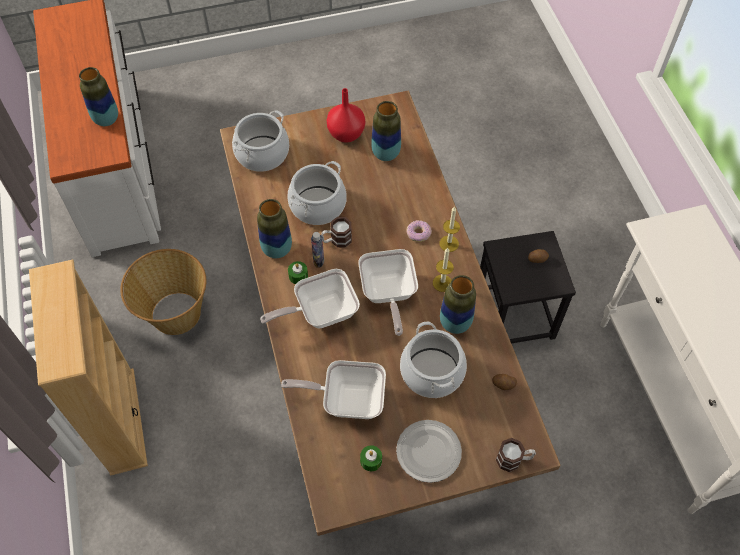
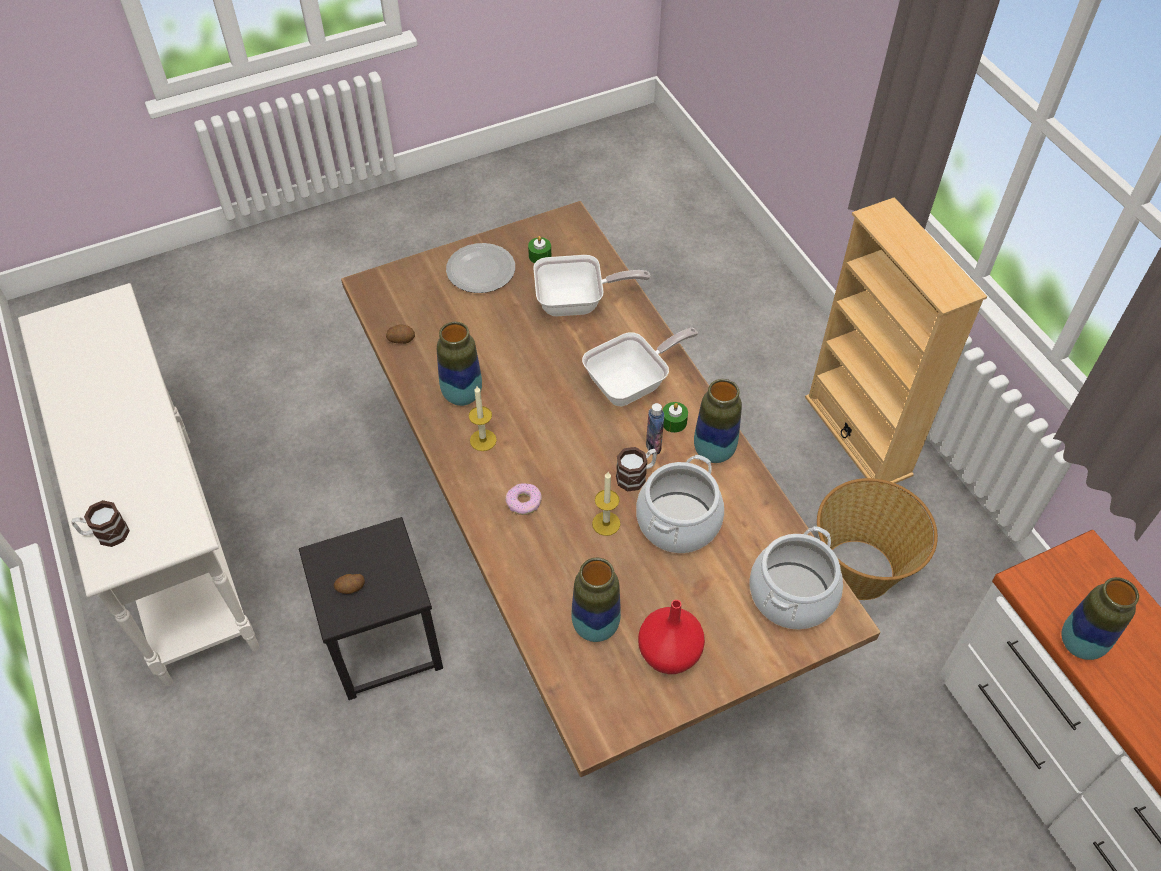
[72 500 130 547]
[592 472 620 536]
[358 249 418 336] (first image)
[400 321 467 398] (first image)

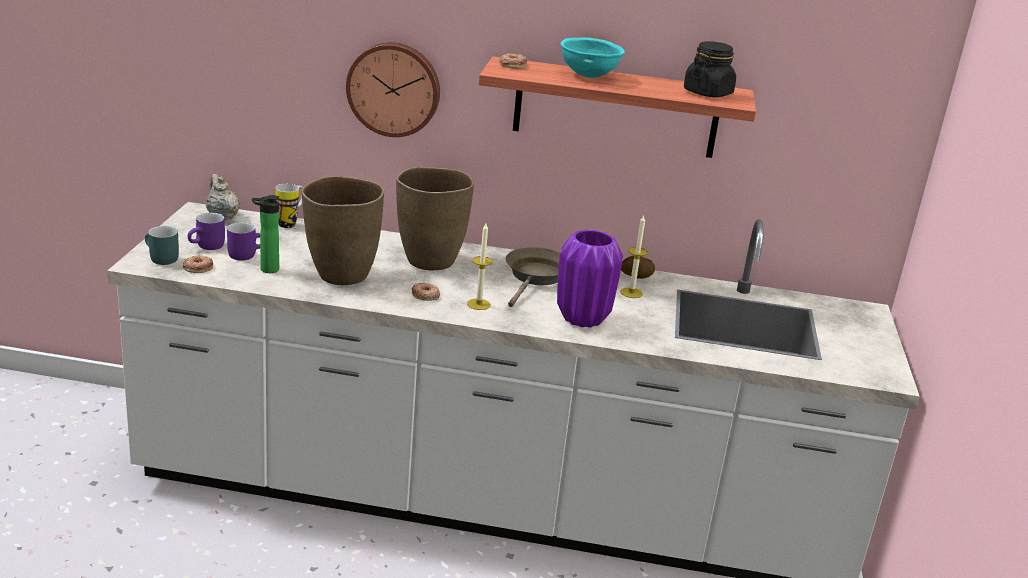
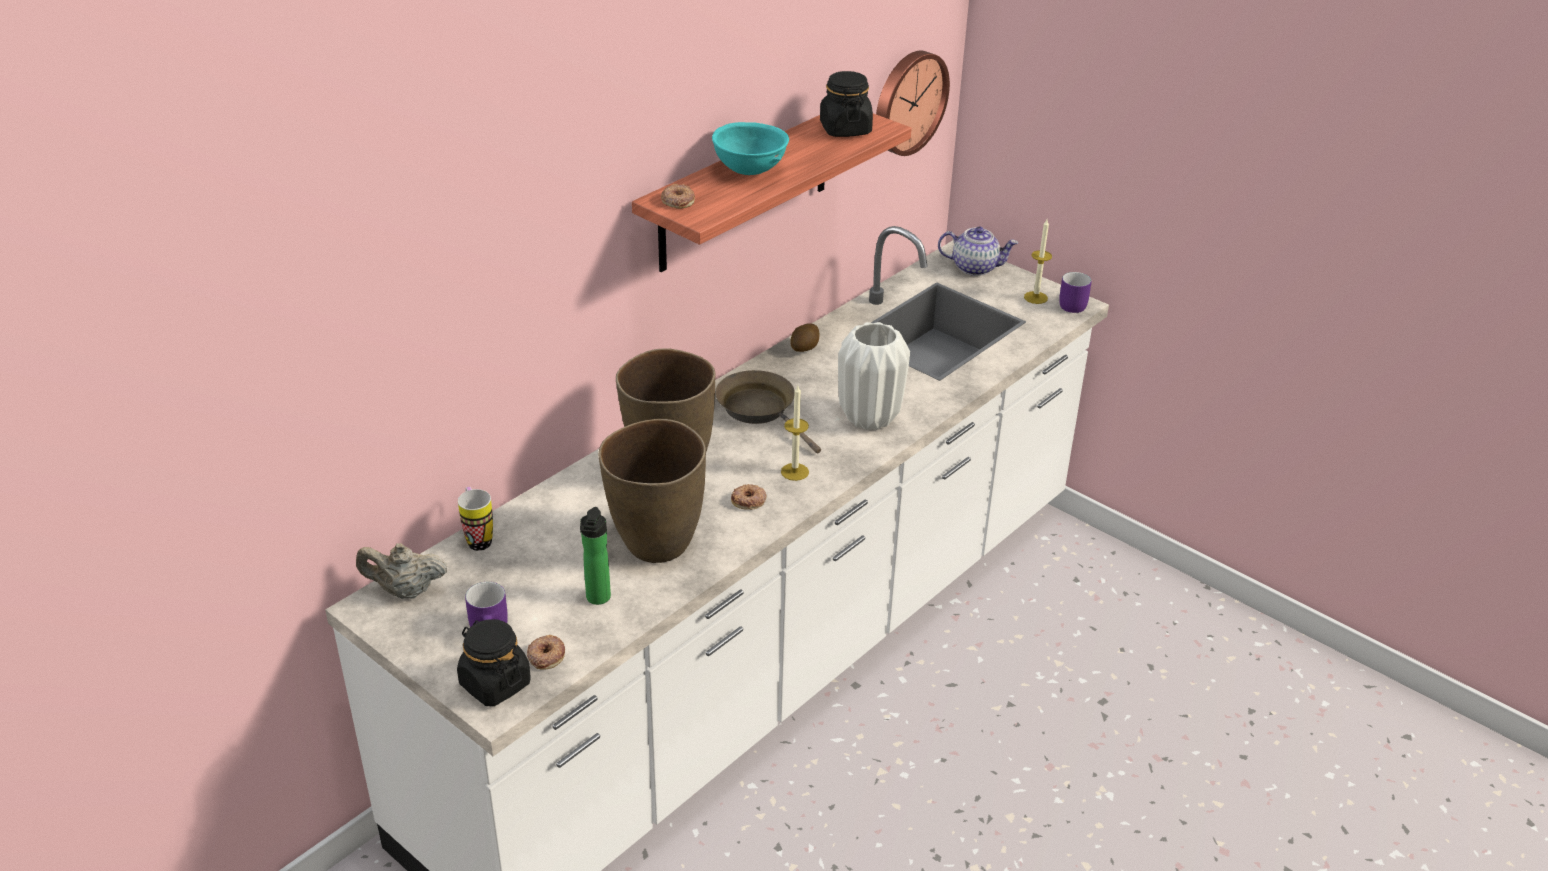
[457 619 531 706]
[838 322 910 430]
[876 51 950 156]
[938 227 1018 276]
[1024 220 1052 304]
[1059 272 1092 313]

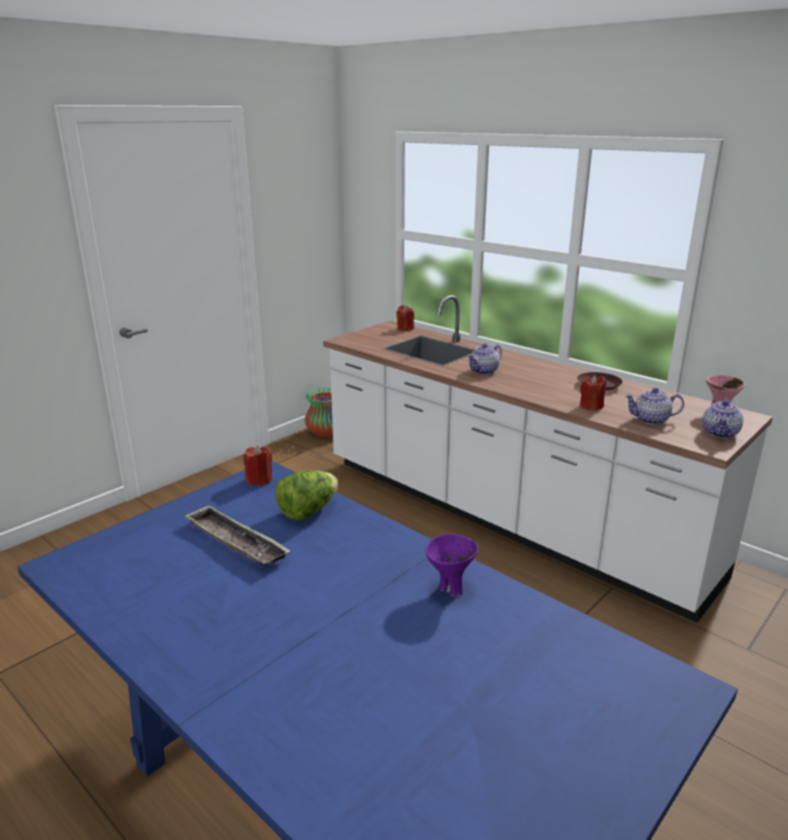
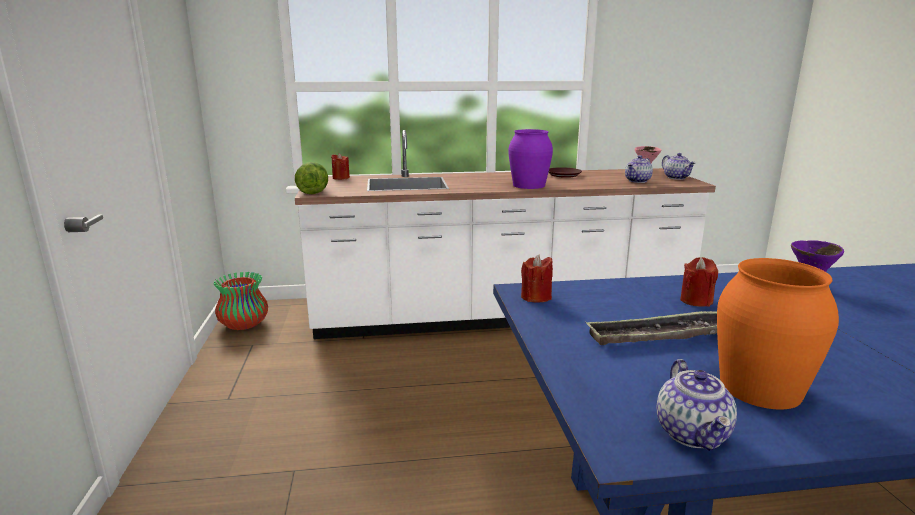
[295 162 328 194]
[508 129 553 189]
[657 359 737 451]
[680 257 718 307]
[717 258 839 409]

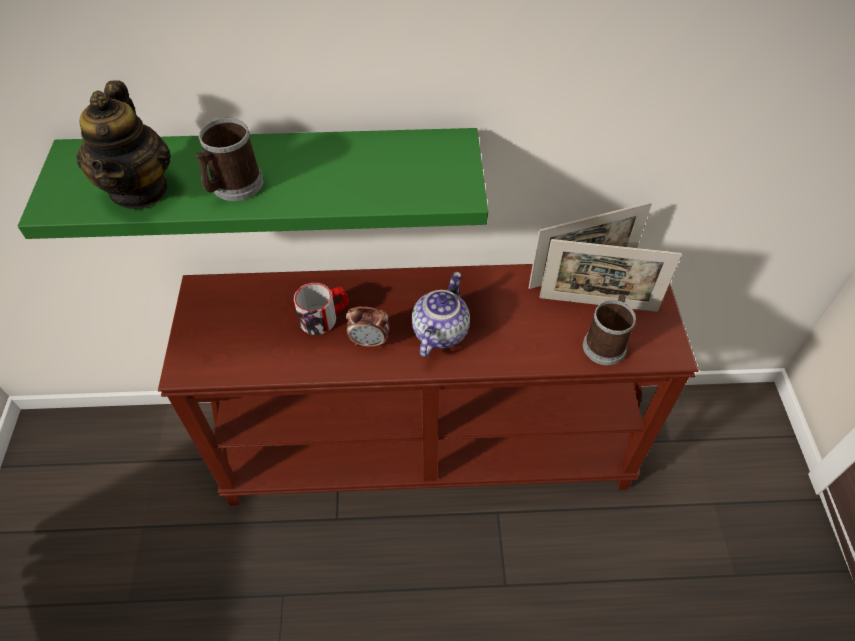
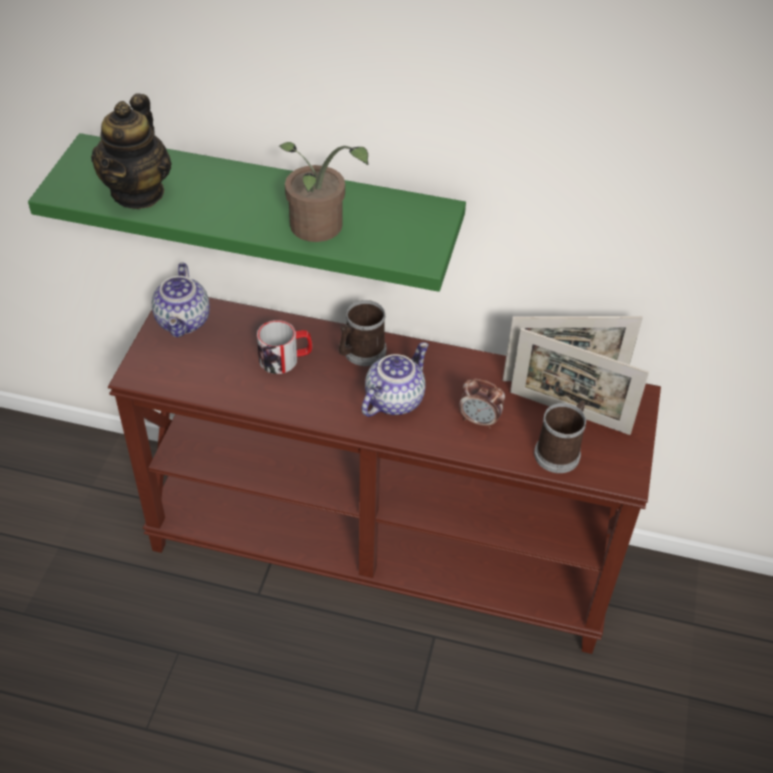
[152 262 210 337]
[279 142 368 242]
[339 300 386 366]
[459 379 505 429]

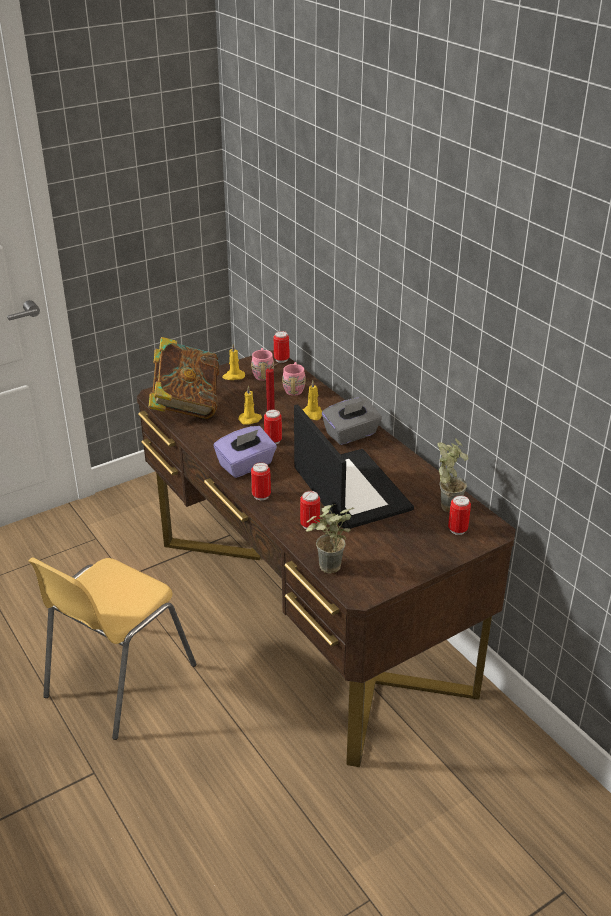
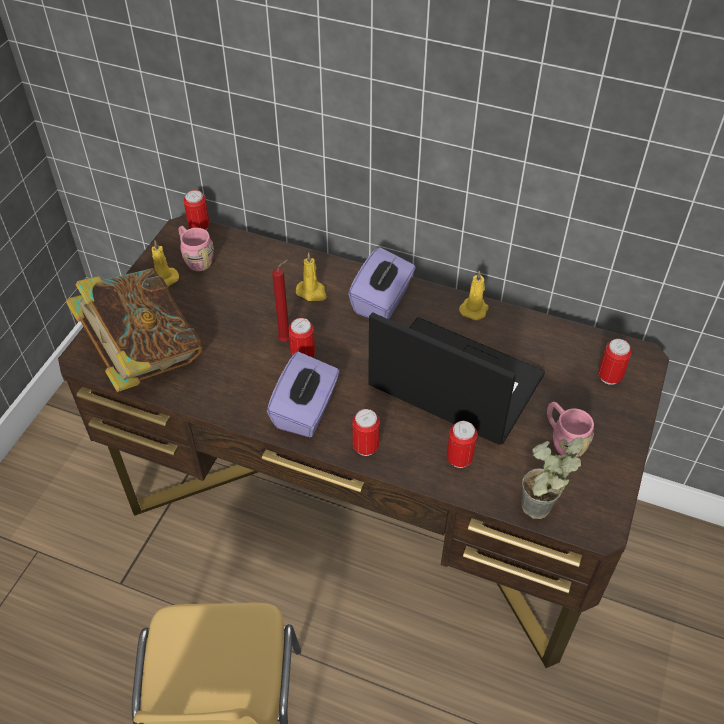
[348 247 416 319]
[459 270 489 320]
[547 402 594 458]
[437 438 469 513] (first image)

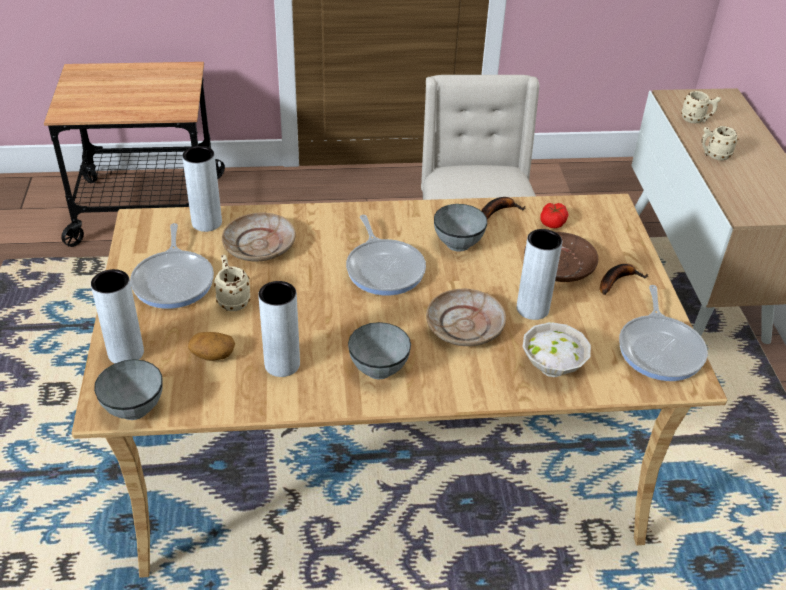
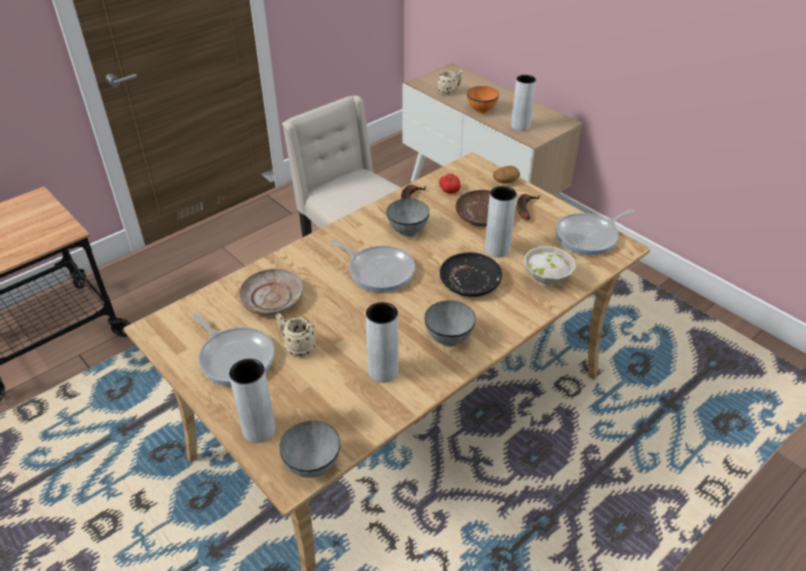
[440 252 502 297]
[467 86 499 114]
[493 166 520 183]
[511 75 536 131]
[555 209 634 255]

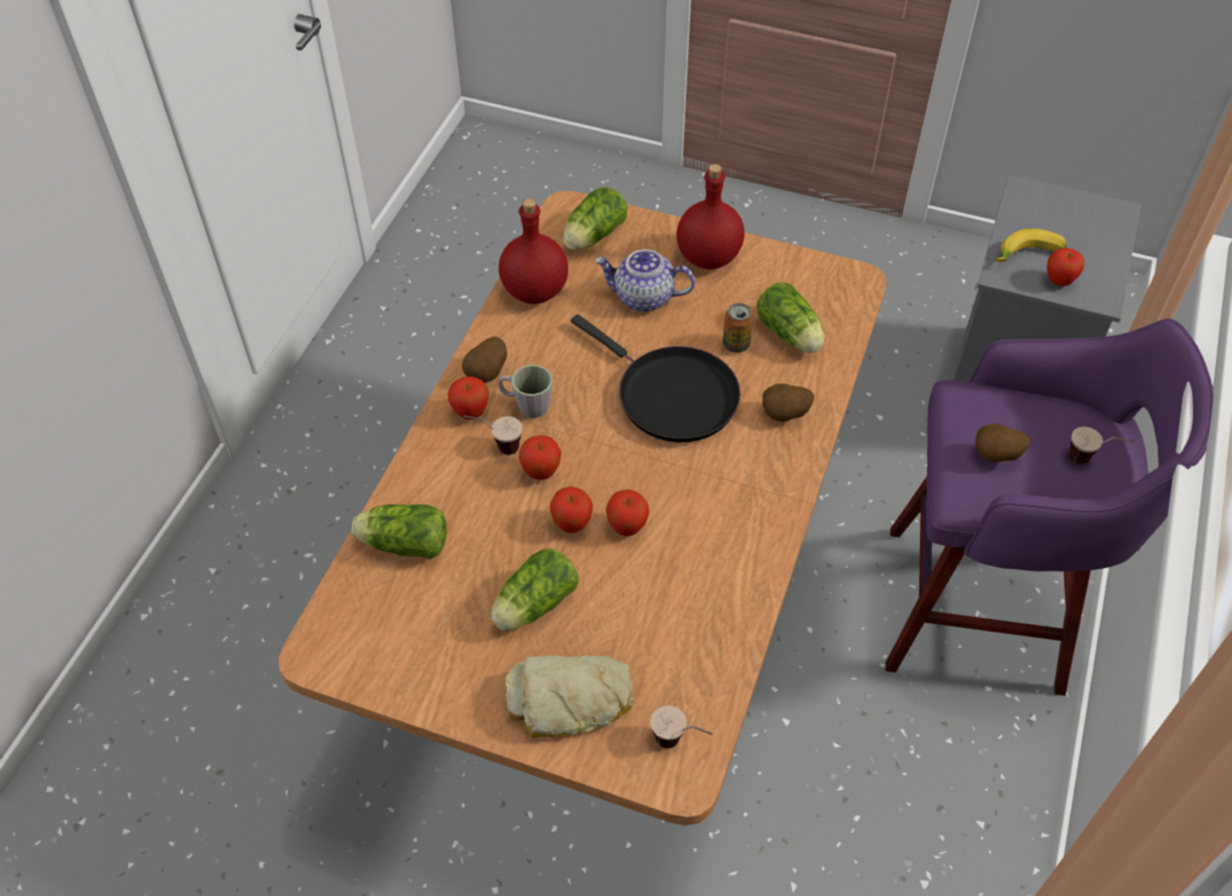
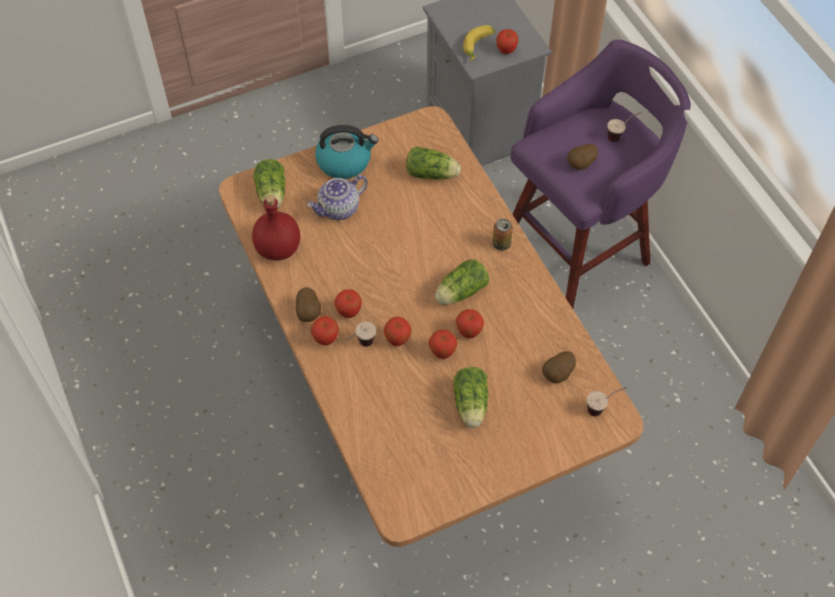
[315 125 378 179]
[334 289 362 318]
[435 260 489 305]
[492 219 513 250]
[542 351 576 383]
[505 655 634 738] (first image)
[571 314 741 442] (first image)

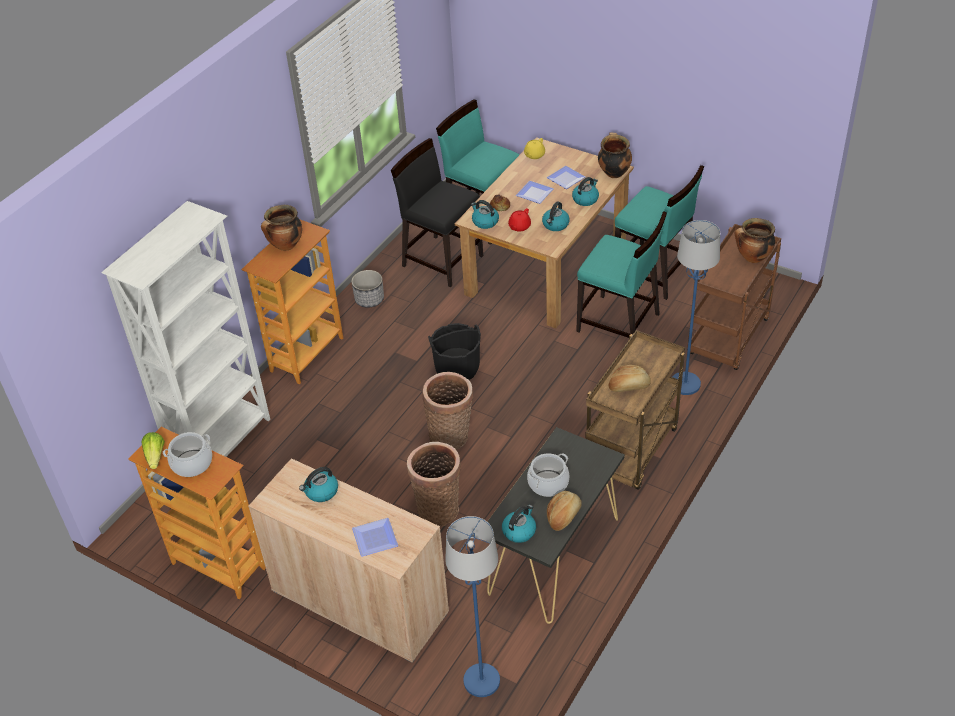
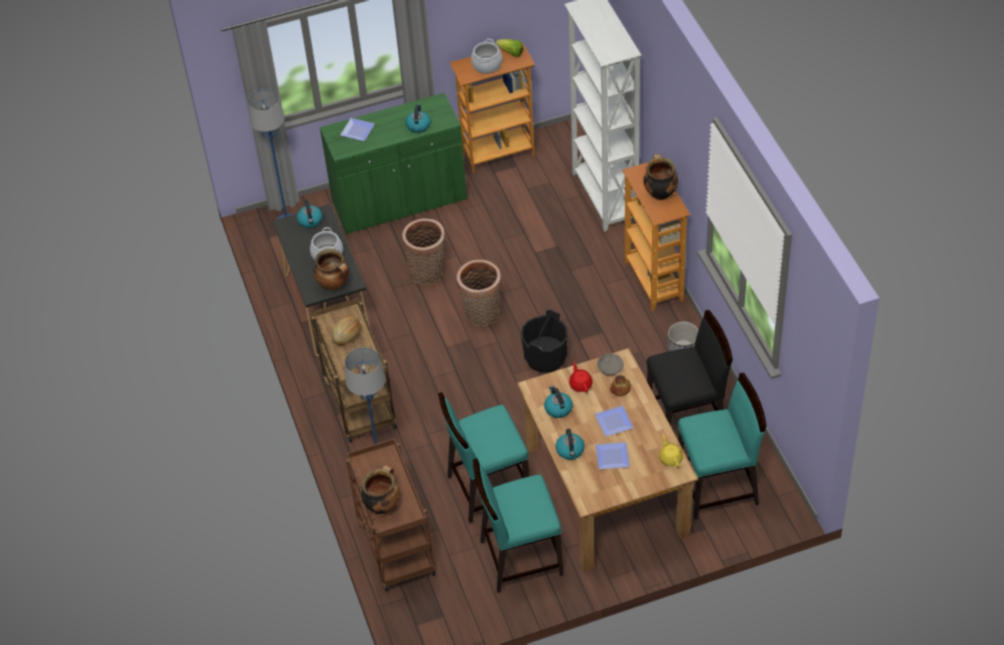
[314 249 349 290]
[320 93 467 234]
[597 353 624 375]
[547 491 582 531] (first image)

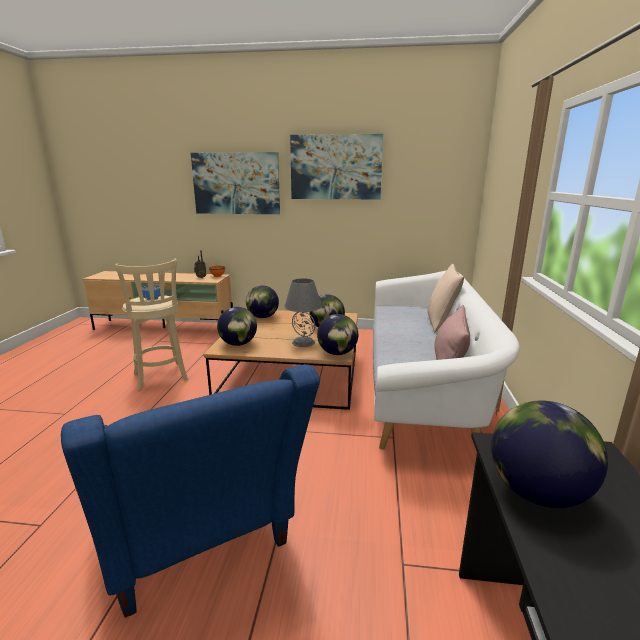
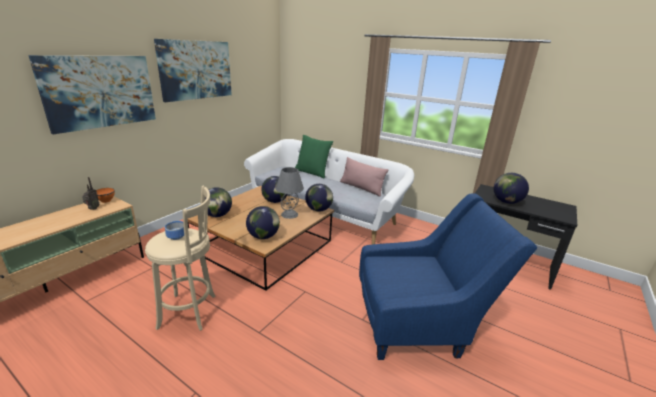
[295 135 333 178]

